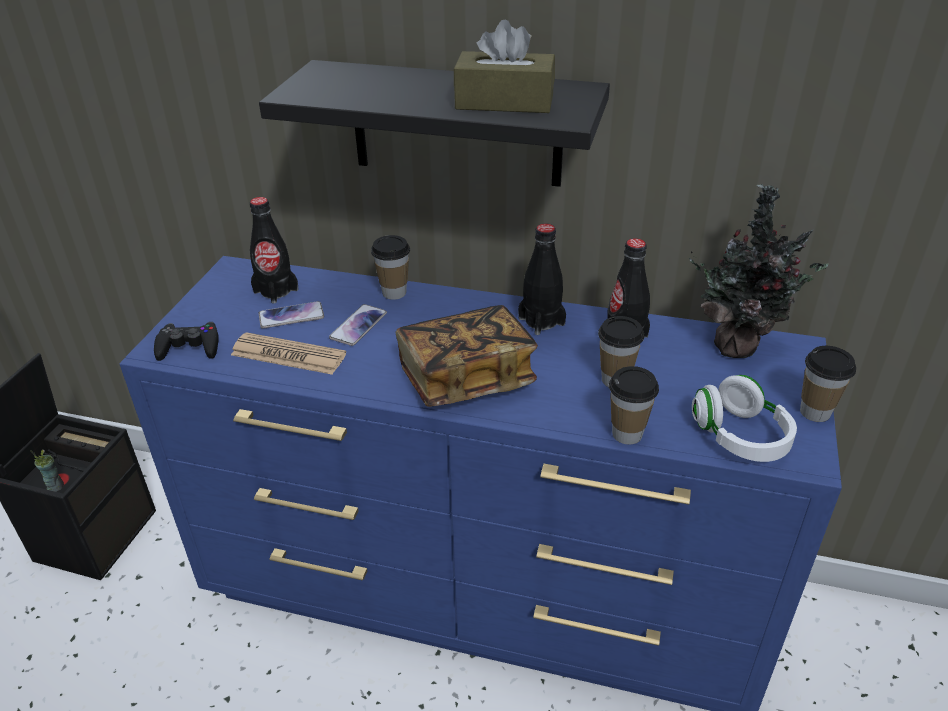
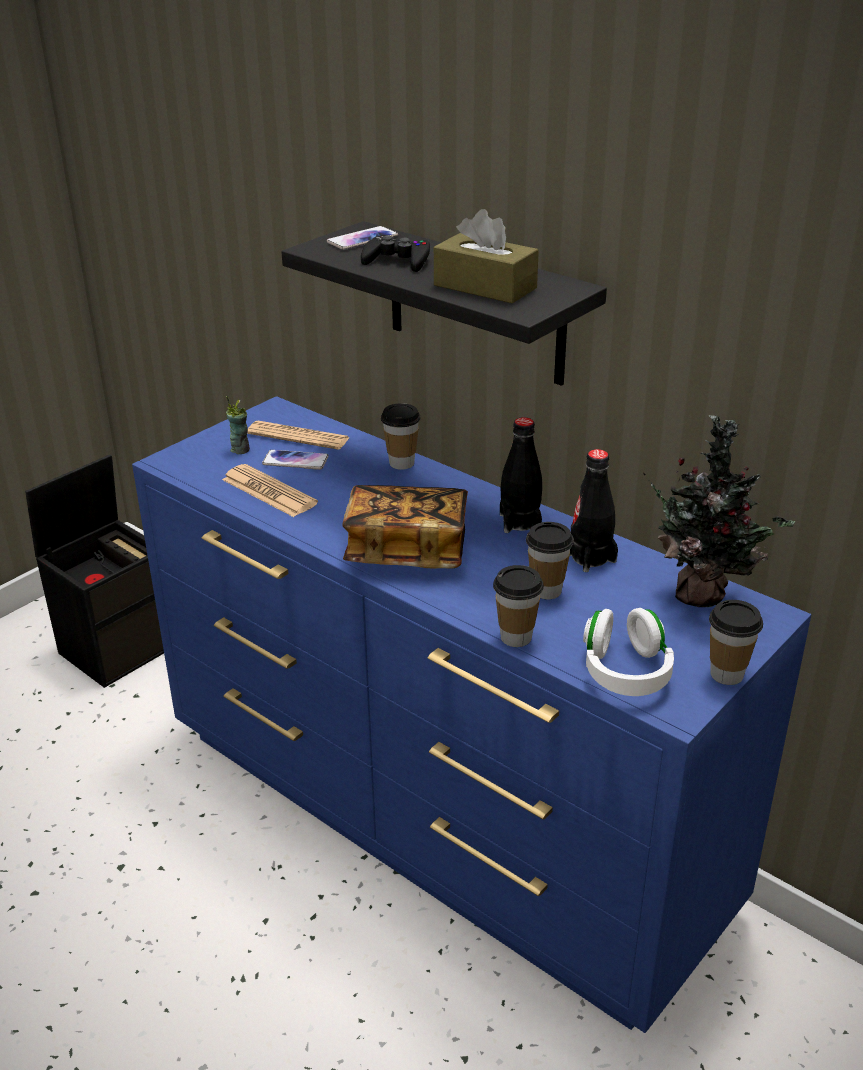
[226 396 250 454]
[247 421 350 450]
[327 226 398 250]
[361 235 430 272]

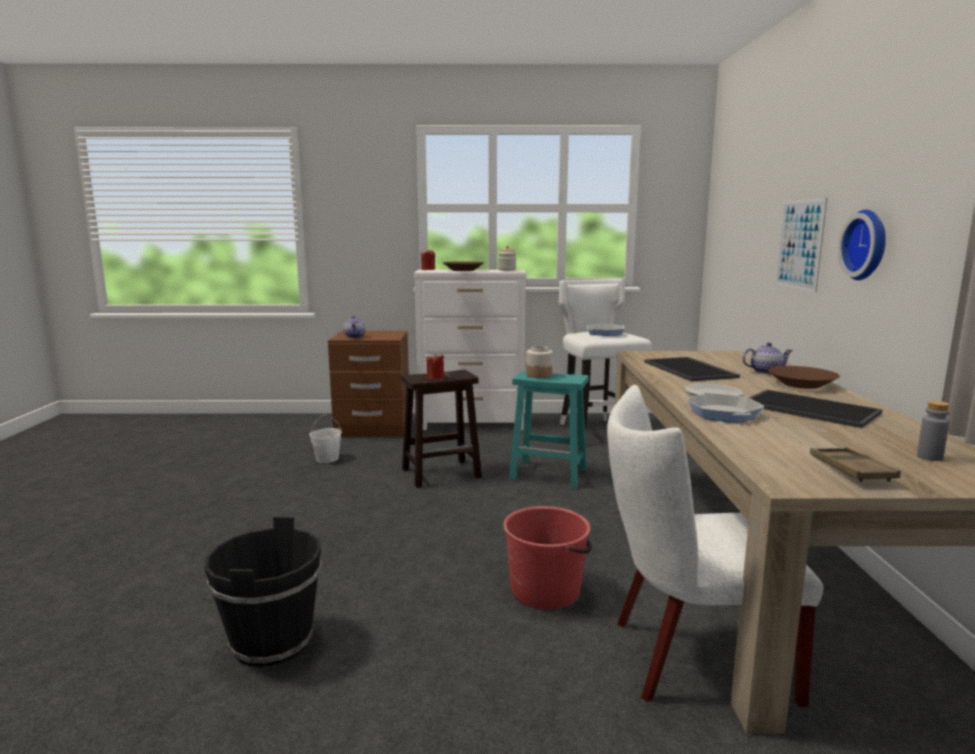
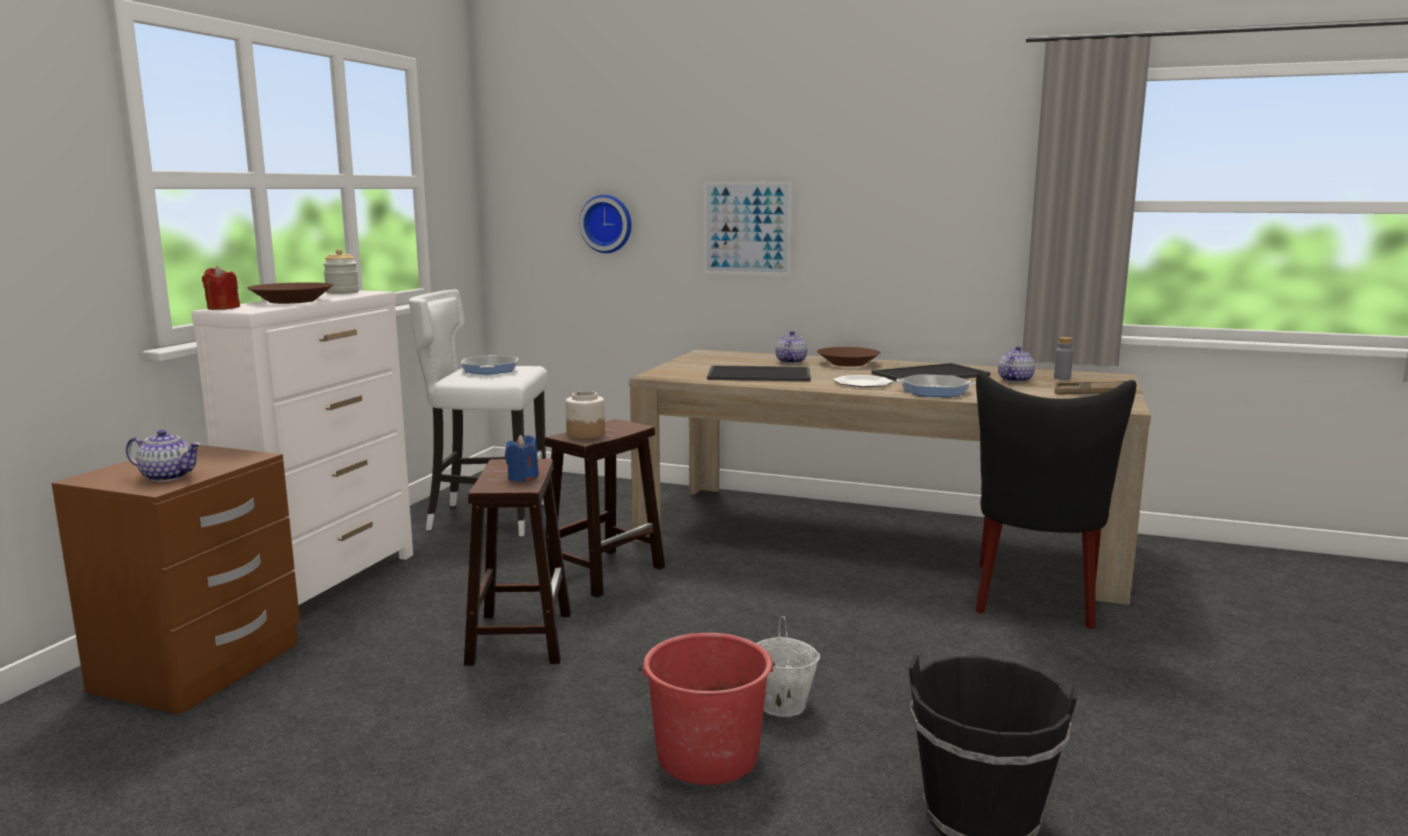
[505 435 539 482]
[544 419 665 598]
[579 195 632 253]
[639 633 775 785]
[756 616 820 717]
[975 372 1136 629]
[998 346 1035 383]

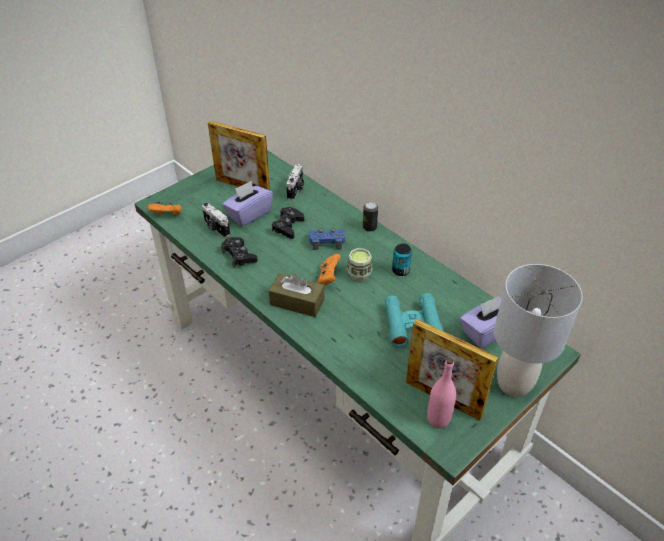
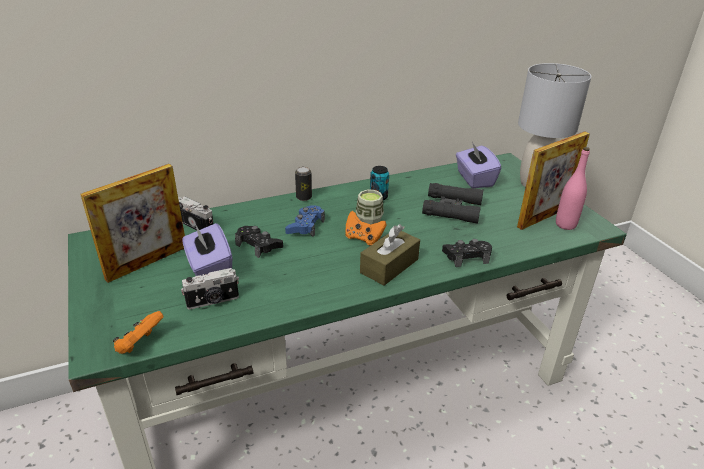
[422 183 484 224]
[442 239 492 267]

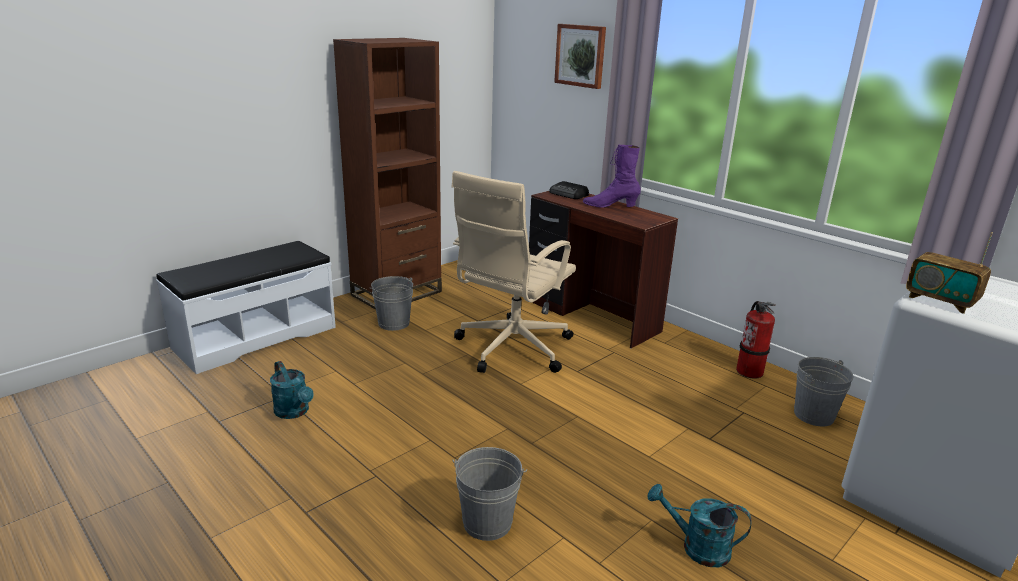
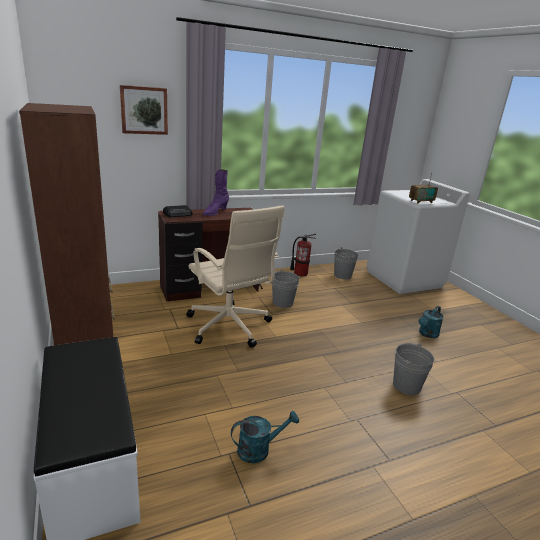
[272 269 300 308]

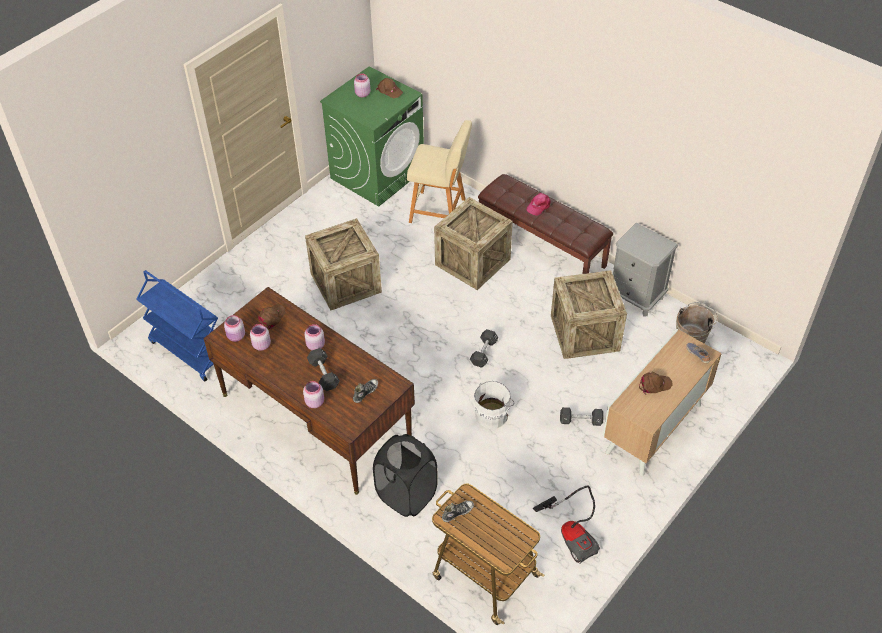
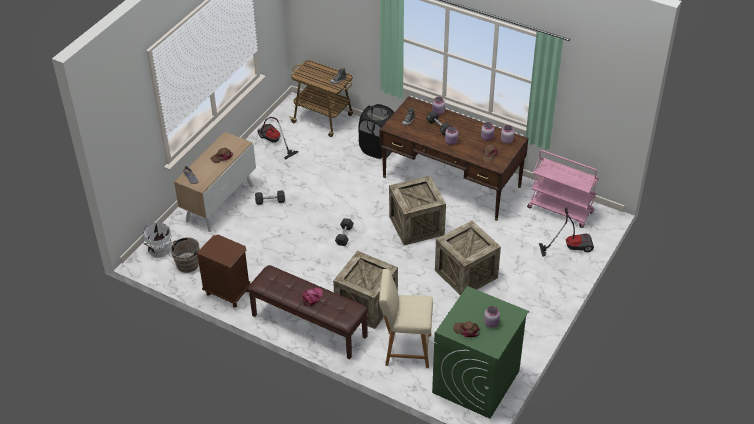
[142 222 172 258]
[196 235 251 307]
[389 176 446 245]
[527 150 599 228]
[539 208 594 257]

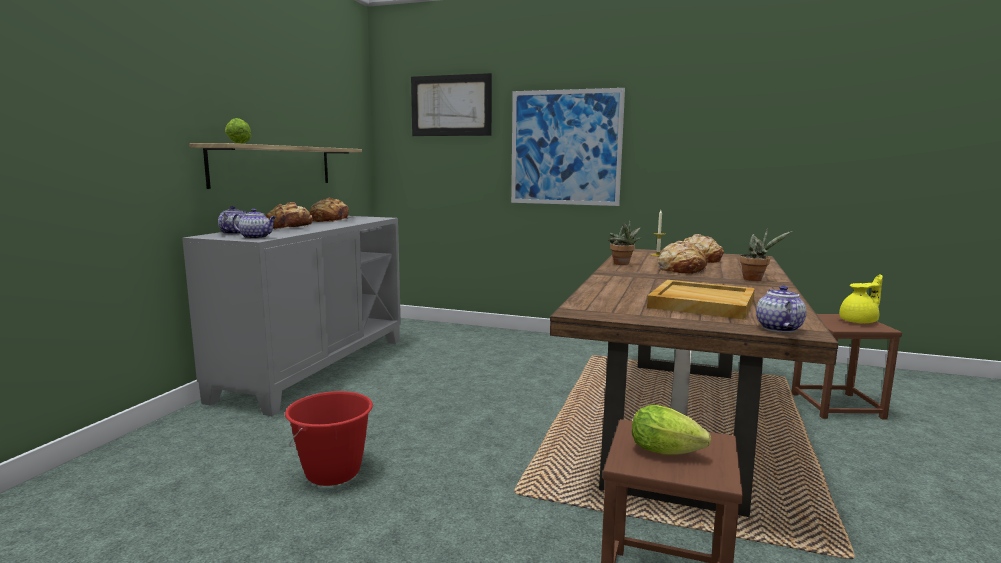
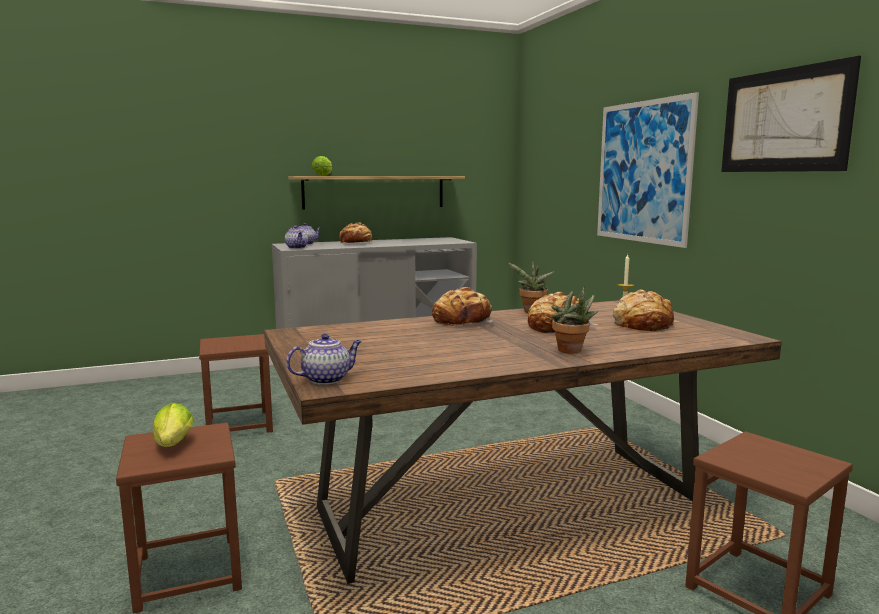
[199 334 273 433]
[432 287 494 326]
[721 56 861 172]
[647 280 755 320] (first image)
[839 274 883 323] (first image)

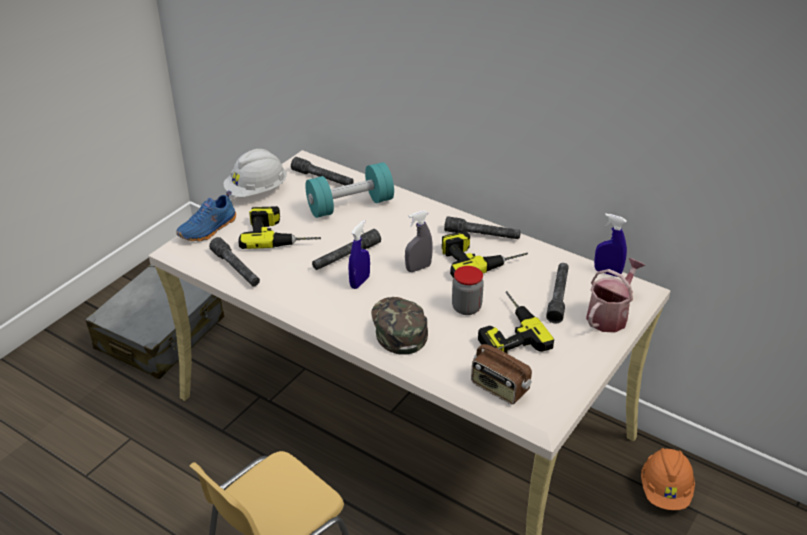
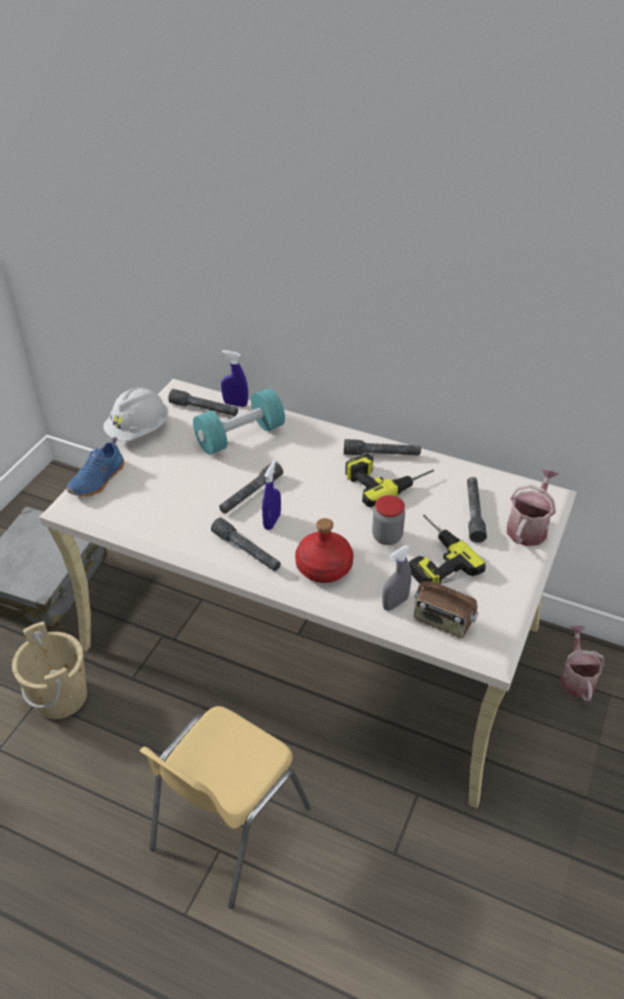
[12 621 87 719]
[211 518 281 571]
[221 350 248 407]
[295 518 354 583]
[382 545 411 611]
[560 626 605 701]
[238 206 321 249] (first image)

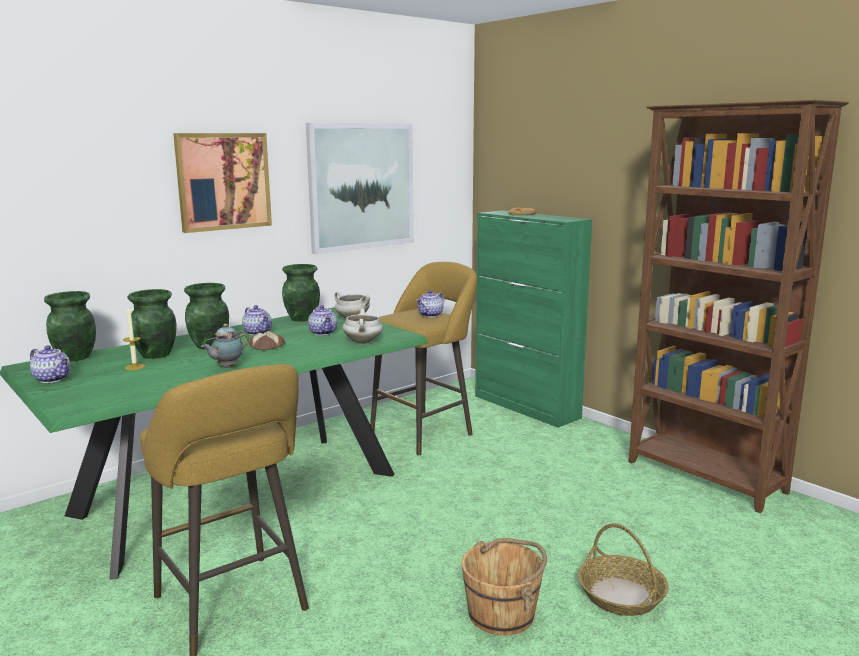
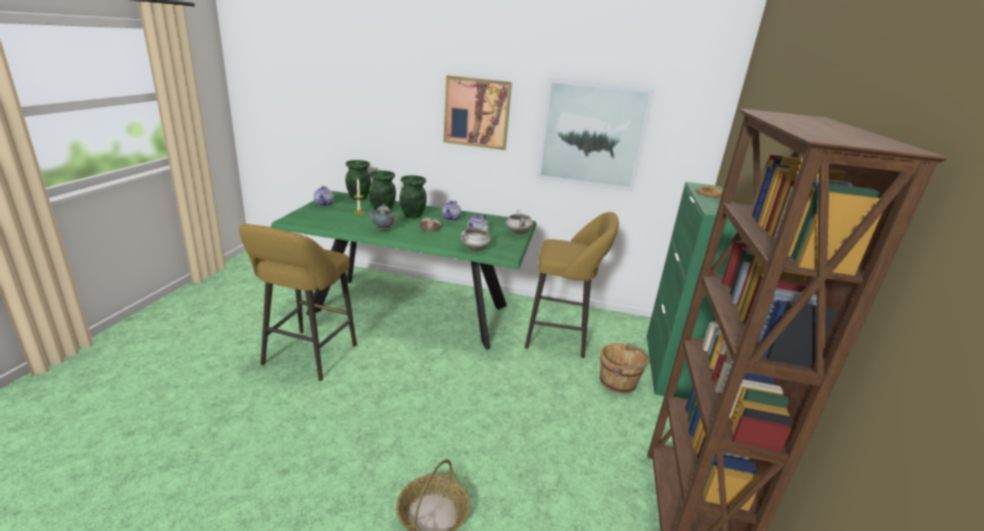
[600 343 651 394]
[282 264 320 322] (first image)
[416 290 445 317] (first image)

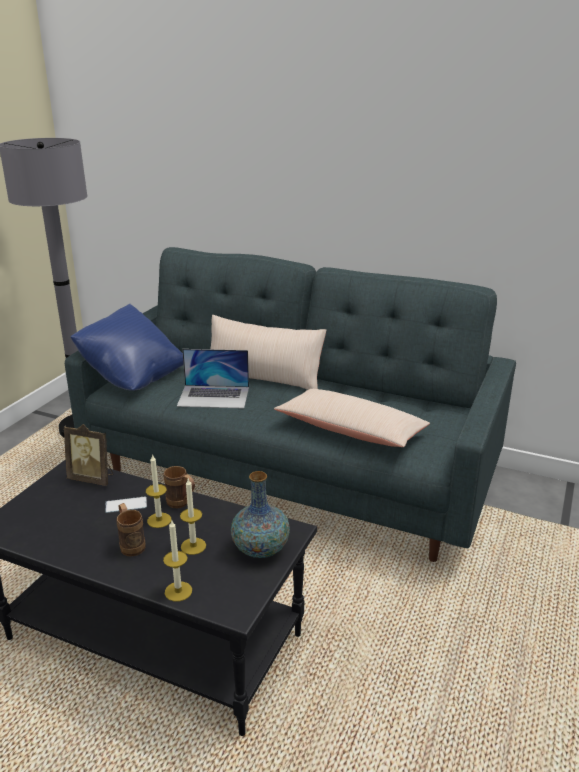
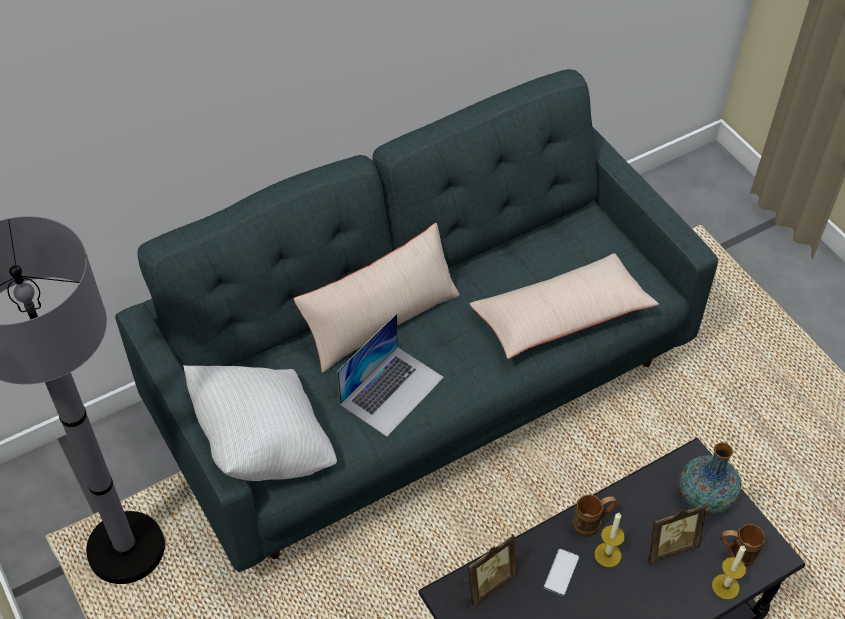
[183 365 337 481]
[644 504 707 564]
[721 524 765 566]

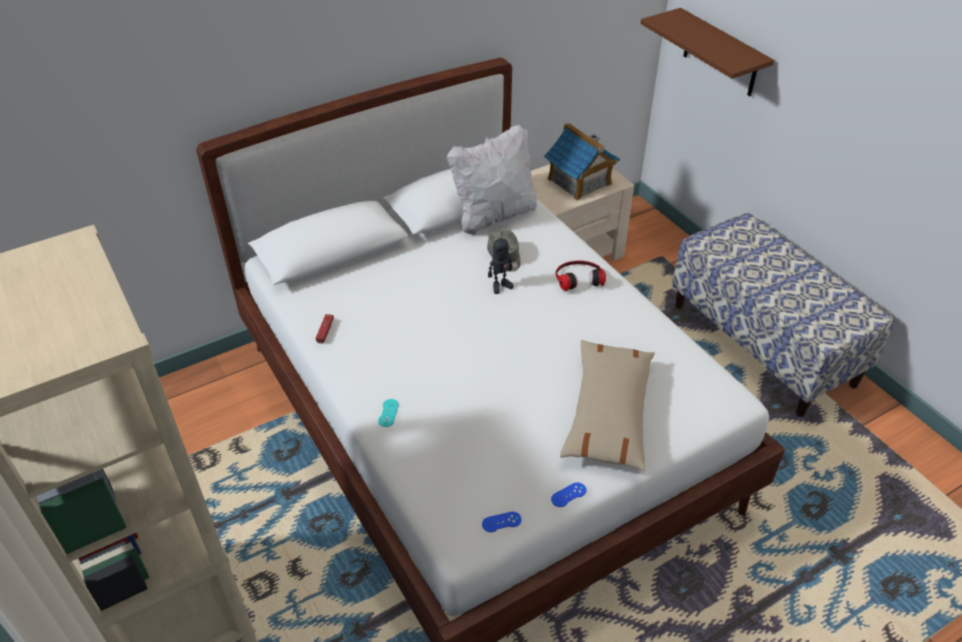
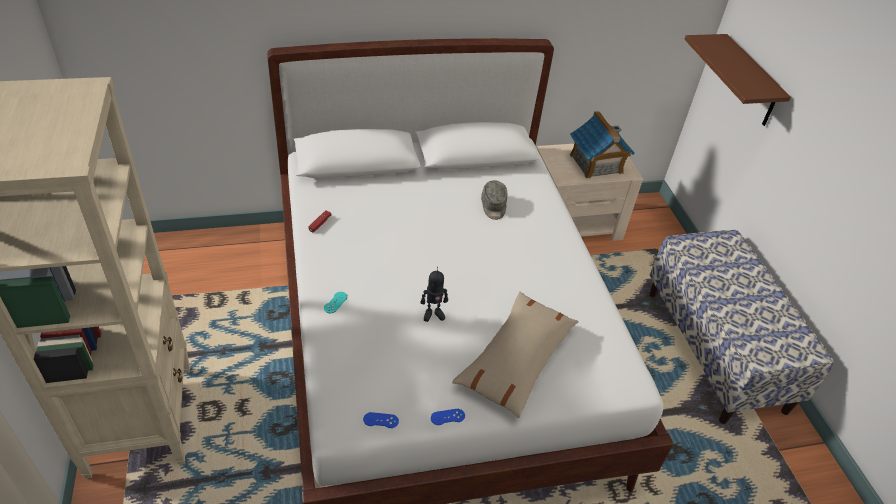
[420 267 448 322]
[447 125 537 235] (first image)
[556 261 606 291] (first image)

